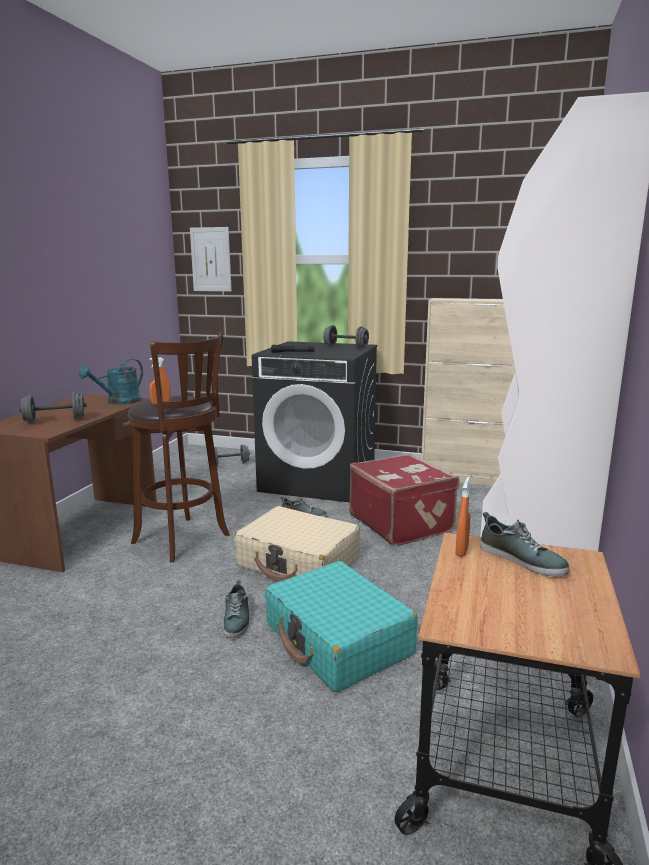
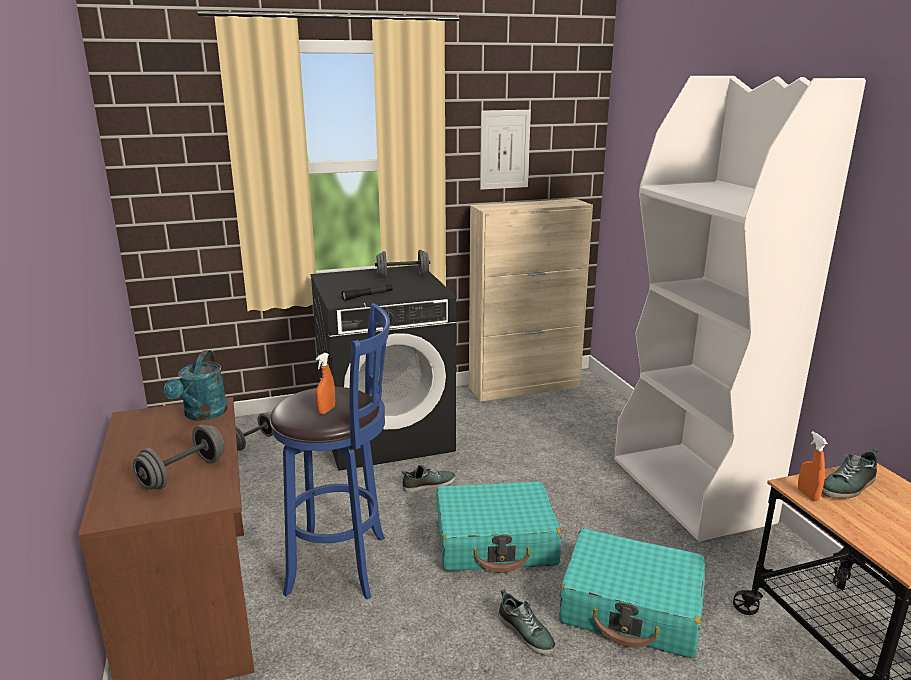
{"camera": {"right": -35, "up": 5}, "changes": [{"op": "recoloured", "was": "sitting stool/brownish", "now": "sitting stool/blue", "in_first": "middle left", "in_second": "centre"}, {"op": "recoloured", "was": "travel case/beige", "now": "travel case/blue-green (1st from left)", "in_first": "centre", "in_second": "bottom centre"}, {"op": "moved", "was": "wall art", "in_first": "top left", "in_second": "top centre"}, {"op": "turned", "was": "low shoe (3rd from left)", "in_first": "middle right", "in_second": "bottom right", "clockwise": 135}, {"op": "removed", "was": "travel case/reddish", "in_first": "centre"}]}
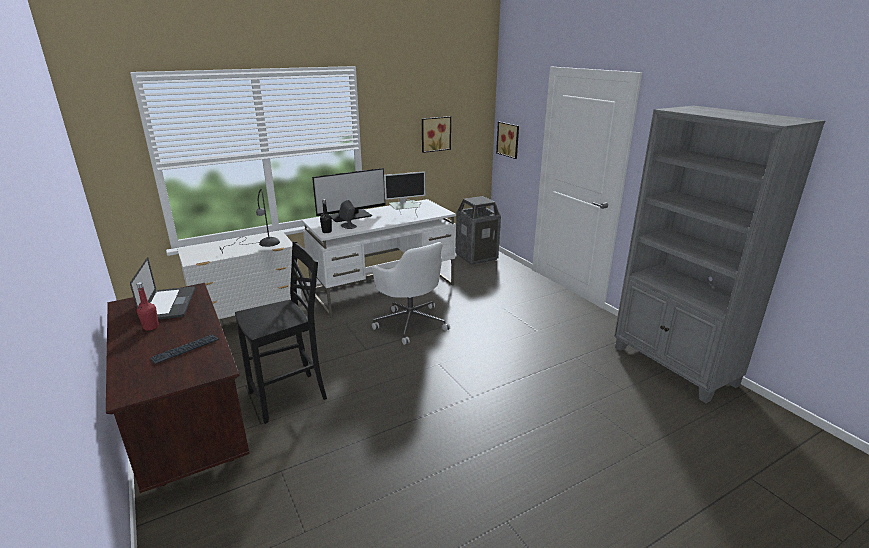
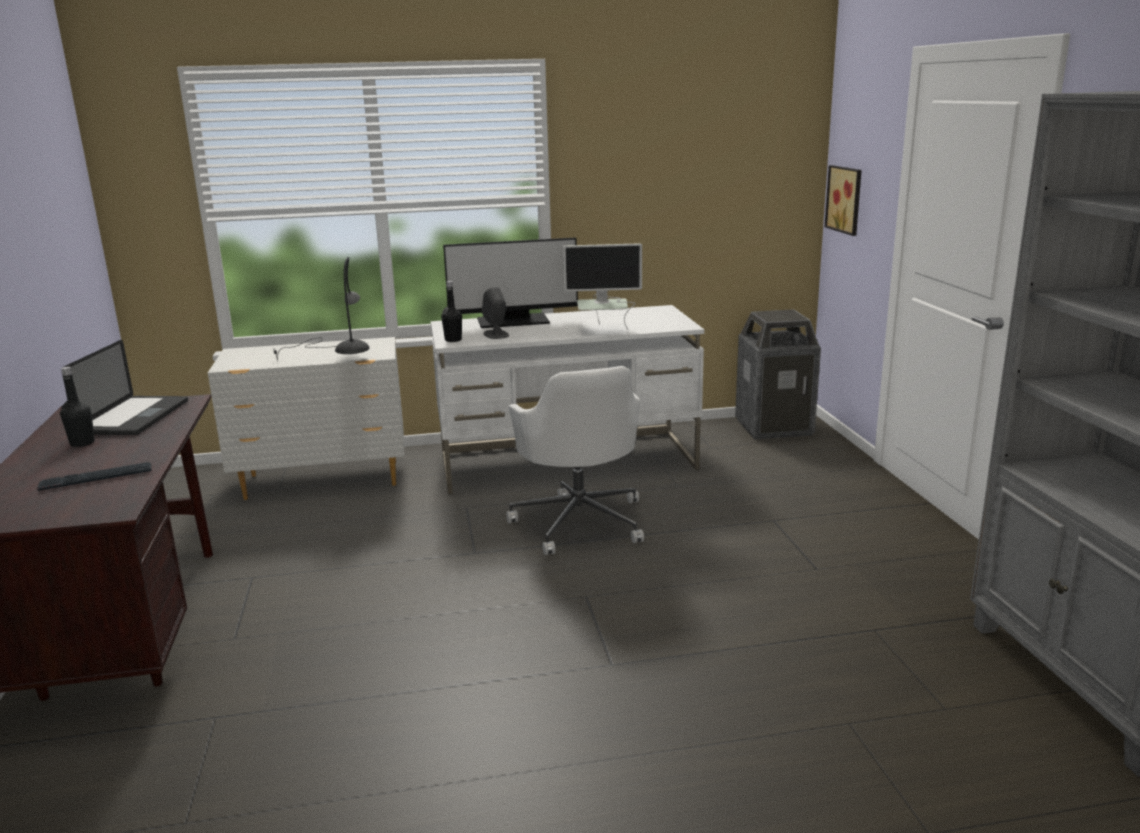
{"camera": {"right": 20, "up": -5}, "changes": [{"op": "recoloured", "was": "drink bottle/reddish", "now": "drink bottle/blackish (1st from left)", "in_first": "middle left", "in_second": "middle left"}, {"op": "removed", "was": "chair/blackish", "in_first": "middle left"}, {"op": "removed", "was": "wall art (1st from left)", "in_first": "top centre"}]}
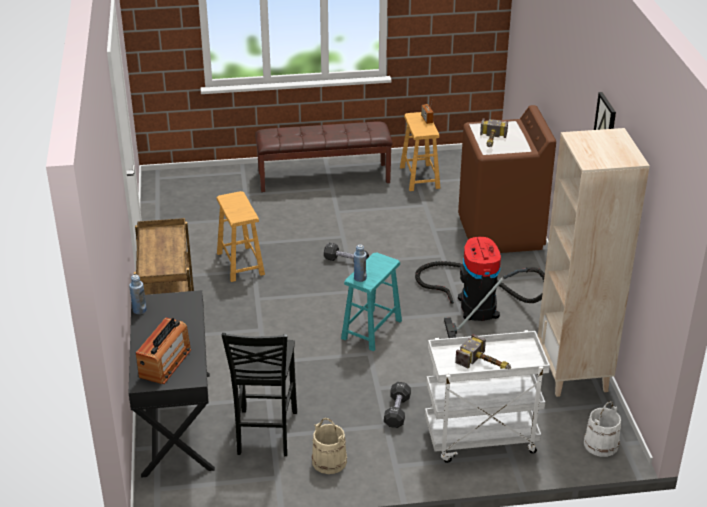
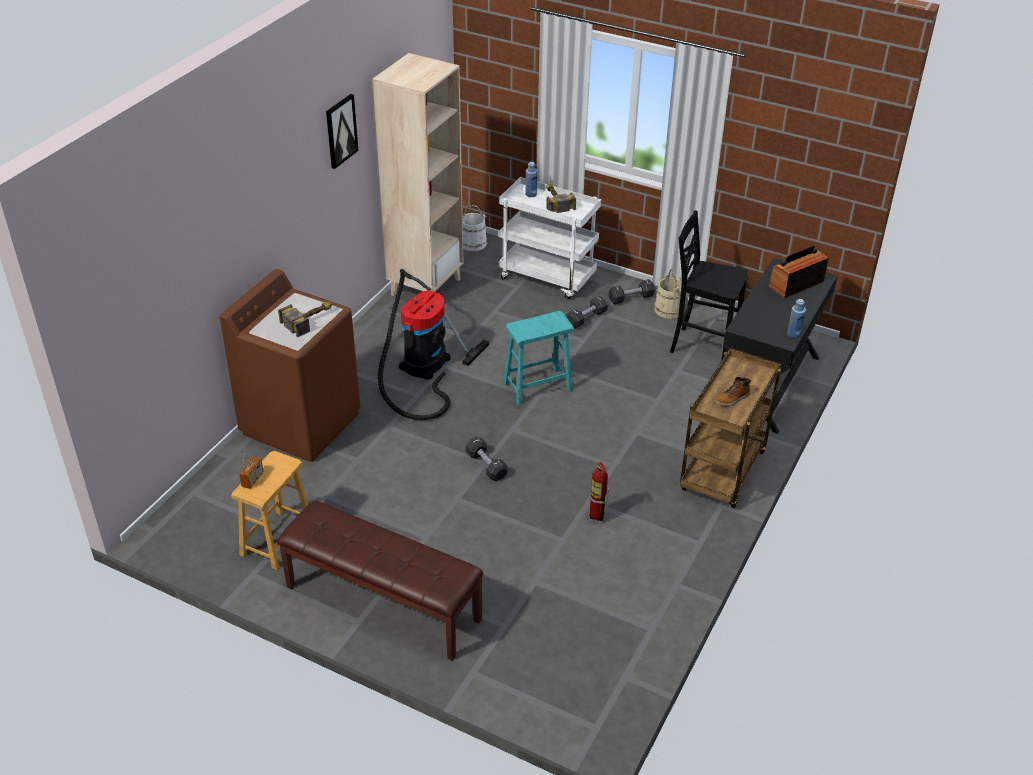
{"camera": {"right": -145, "up": 5}, "changes": [{"op": "moved", "was": "drink bottle/blue (2nd from left in the first image)", "now": "drink bottle/blue (1st from left)", "in_first": "centre", "in_second": "top centre"}, {"op": "replaced", "was": "sitting stool/brownish (1st from left)", "now": "fire extinguisher", "in_first": "centre", "in_second": "centre"}, {"op": "added", "now": "hand weight/blackish (3rd from left)", "in_second": "centre"}, {"op": "turned", "was": "chair/blackish", "in_first": "bottom centre", "in_second": "middle right", "clockwise": -105}, {"op": "added", "now": "boot", "in_second": "middle right"}]}
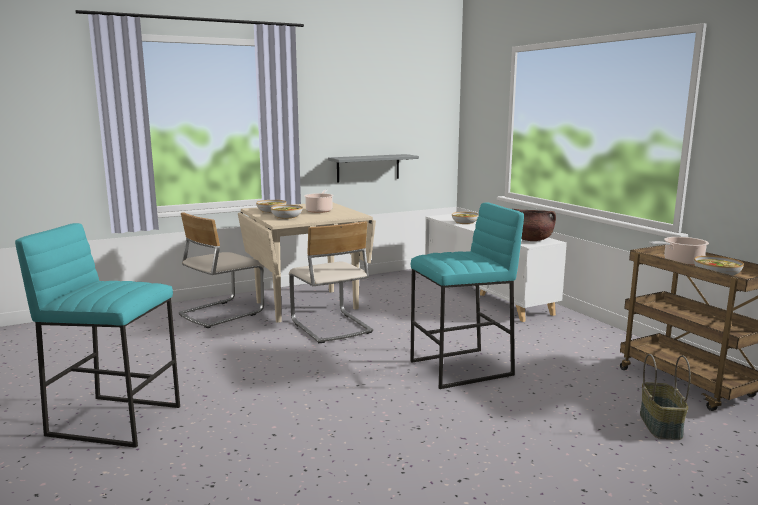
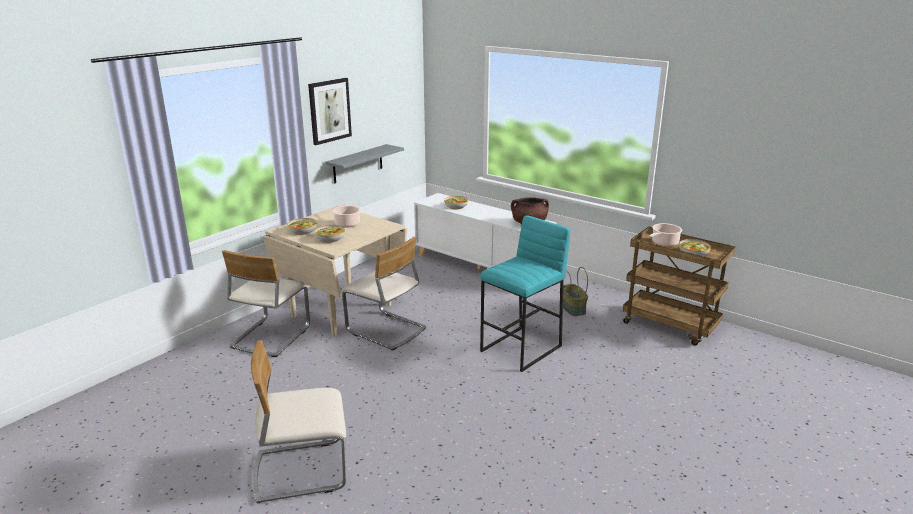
{"camera": {"right": -25, "up": 10}, "changes": [{"op": "replaced", "was": "sitting stool/blue-green (1st from left)", "now": "chair/beige (2nd from left)", "in_first": "middle left", "in_second": "bottom left"}, {"op": "added", "now": "wall art", "in_second": "top centre"}, {"op": "moved", "was": "basket", "in_first": "bottom right", "in_second": "centre"}]}
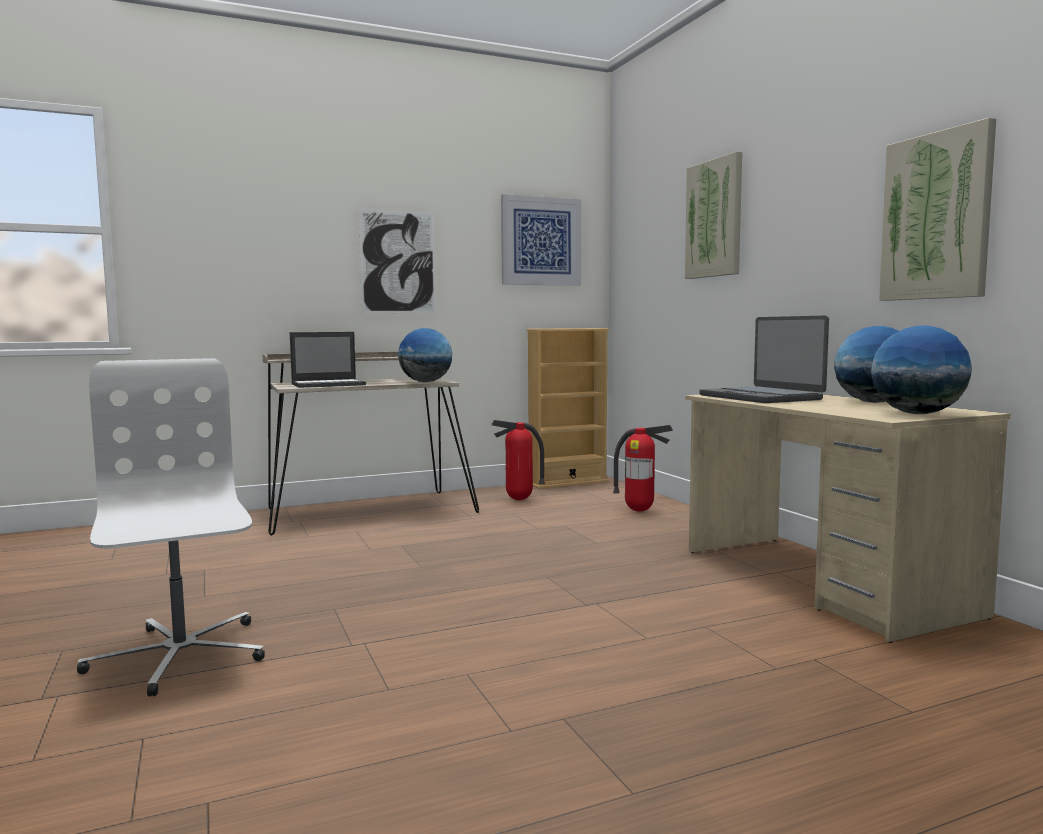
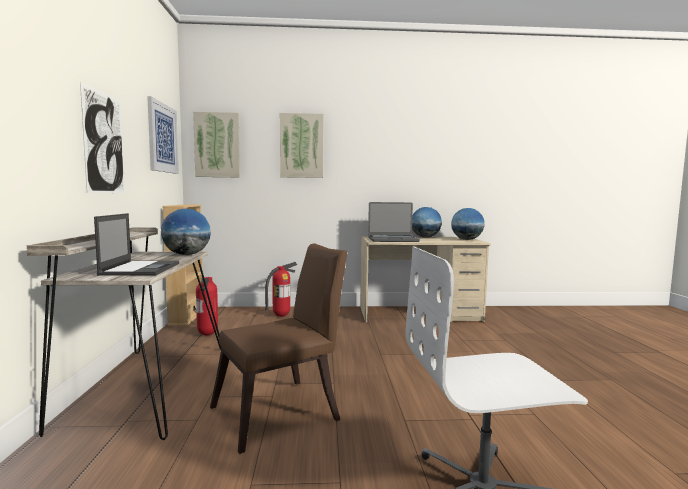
{"camera": {"right": -70, "up": 0}, "changes": [{"op": "moved", "was": "wall art (4th from left in the first image)", "now": "wall art (3rd from left)", "in_first": "top right", "in_second": "top left"}, {"op": "added", "now": "chair/brownish", "in_second": "bottom centre"}]}
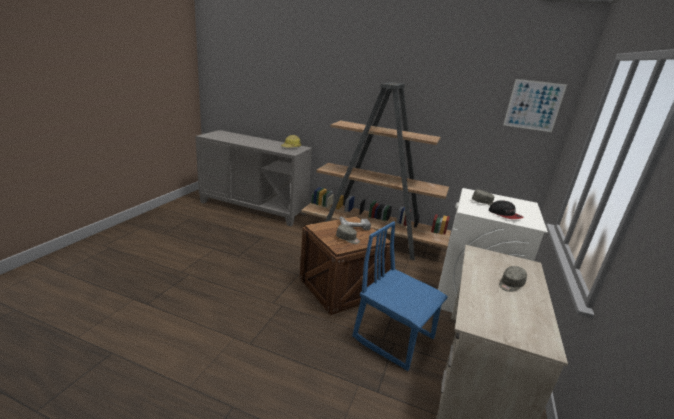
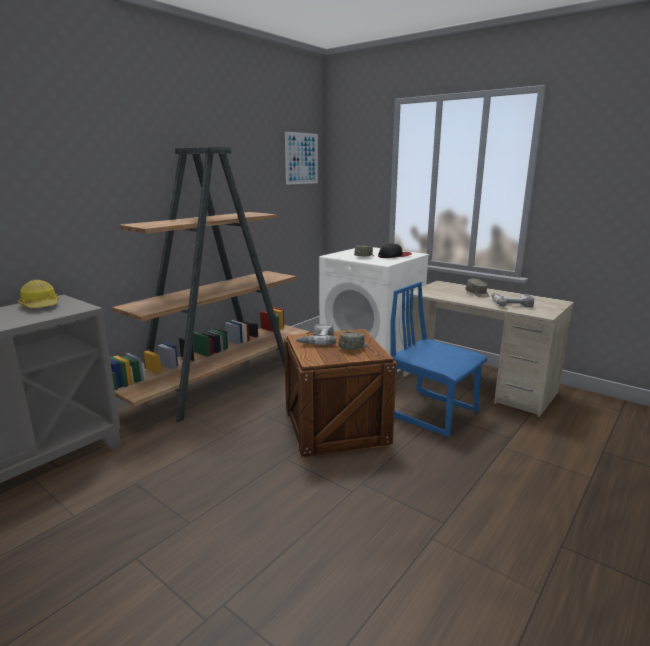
{"camera": {"right": -70, "up": -5}, "changes": [{"op": "turned", "was": "chair/blue", "in_first": "bottom centre", "in_second": "middle right", "clockwise": 75}, {"op": "added", "now": "electric drill (2nd from left)", "in_second": "middle right"}]}
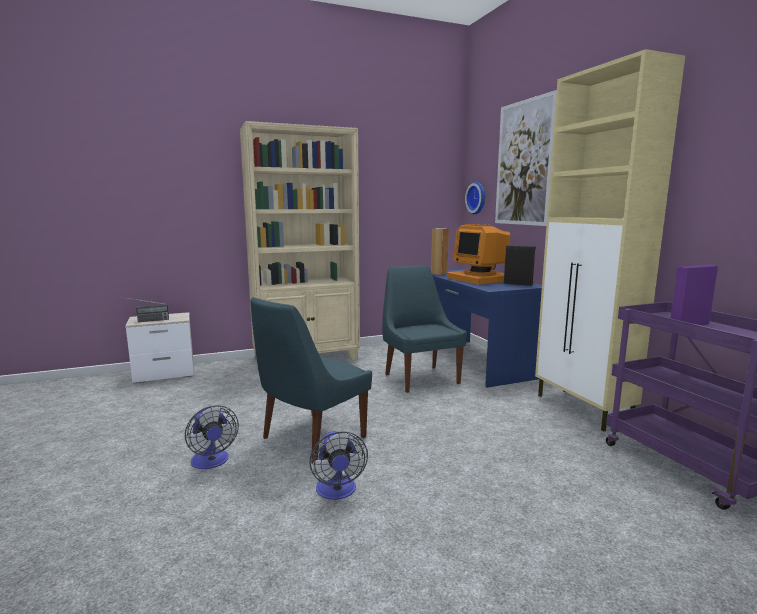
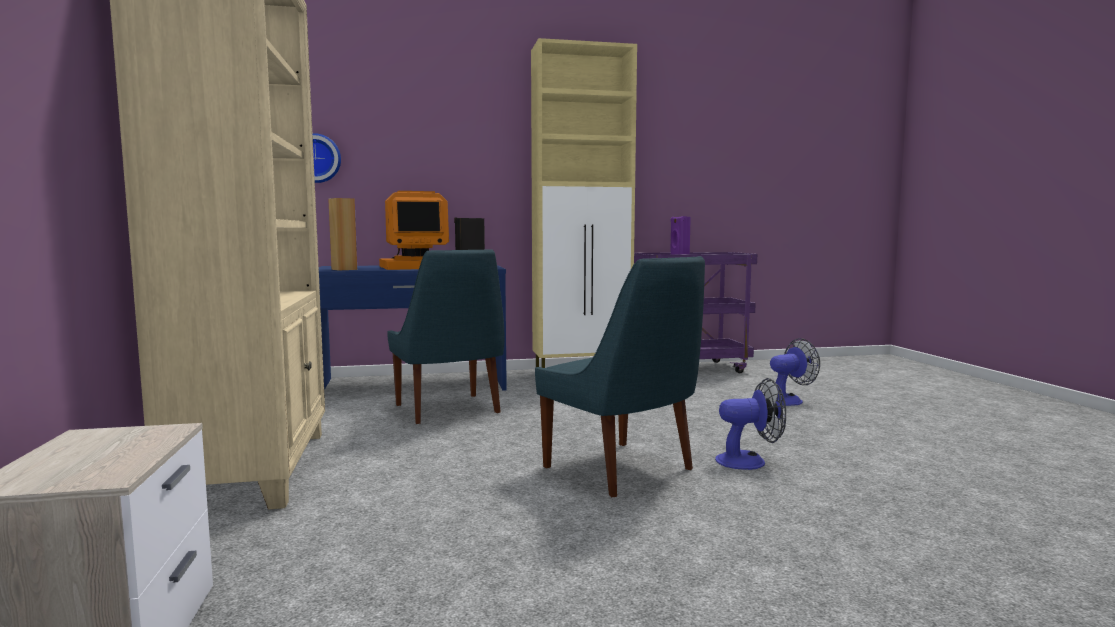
{"camera": {"right": -80, "up": -5}, "changes": [{"op": "turned", "was": "chair/blue (2nd from left in the first image)", "in_first": "centre", "in_second": "centre", "clockwise": -105}, {"op": "moved", "was": "fan (1st from left in the first image)", "now": "fan (2nd from left)", "in_first": "bottom left", "in_second": "middle right"}, {"op": "removed", "was": "radio", "in_first": "middle left"}, {"op": "removed", "was": "wall art", "in_first": "top right"}]}
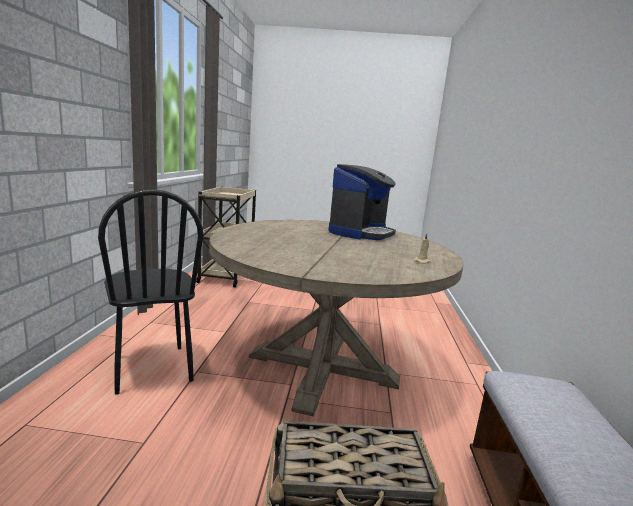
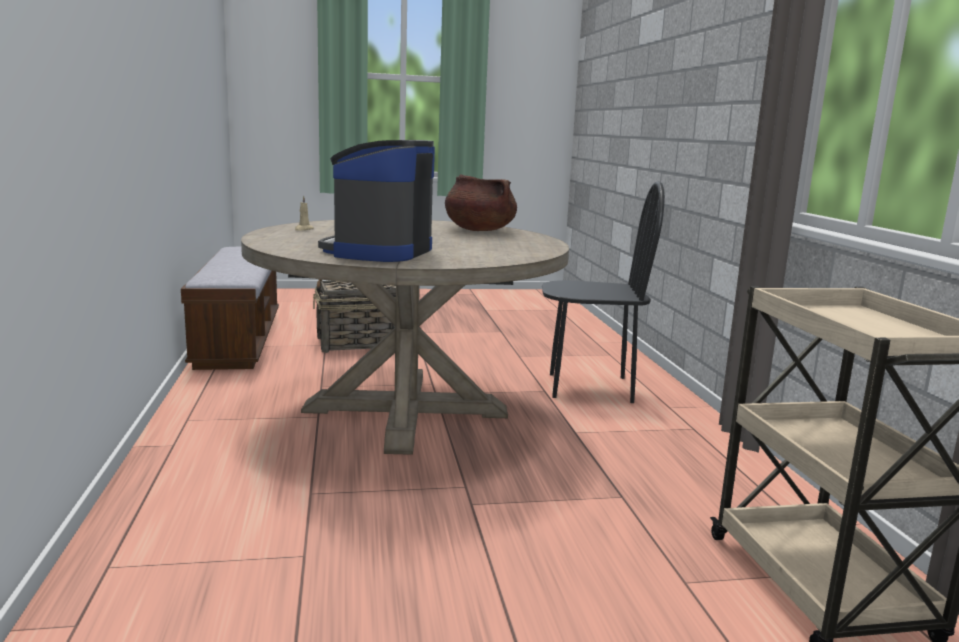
{"camera": {"right": 165, "up": 0}, "changes": [{"op": "added", "now": "stockpot/brownish", "in_second": "top centre"}, {"op": "turned", "was": "chair/blackish", "in_first": "middle left", "in_second": "centre", "clockwise": 135}]}
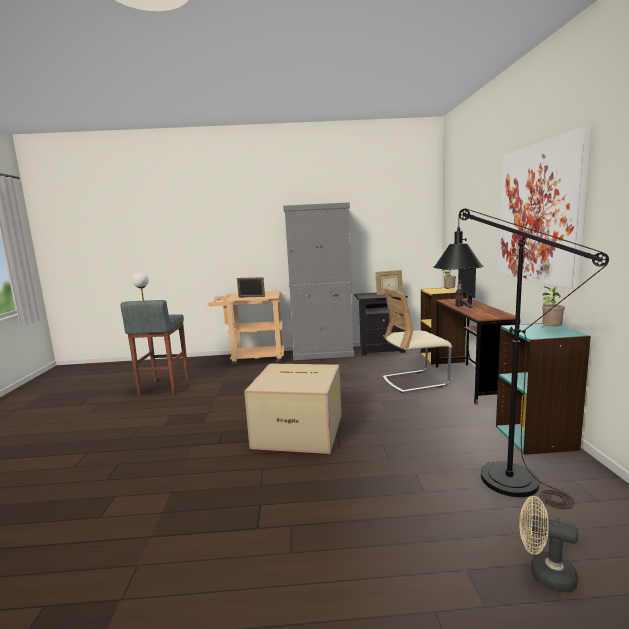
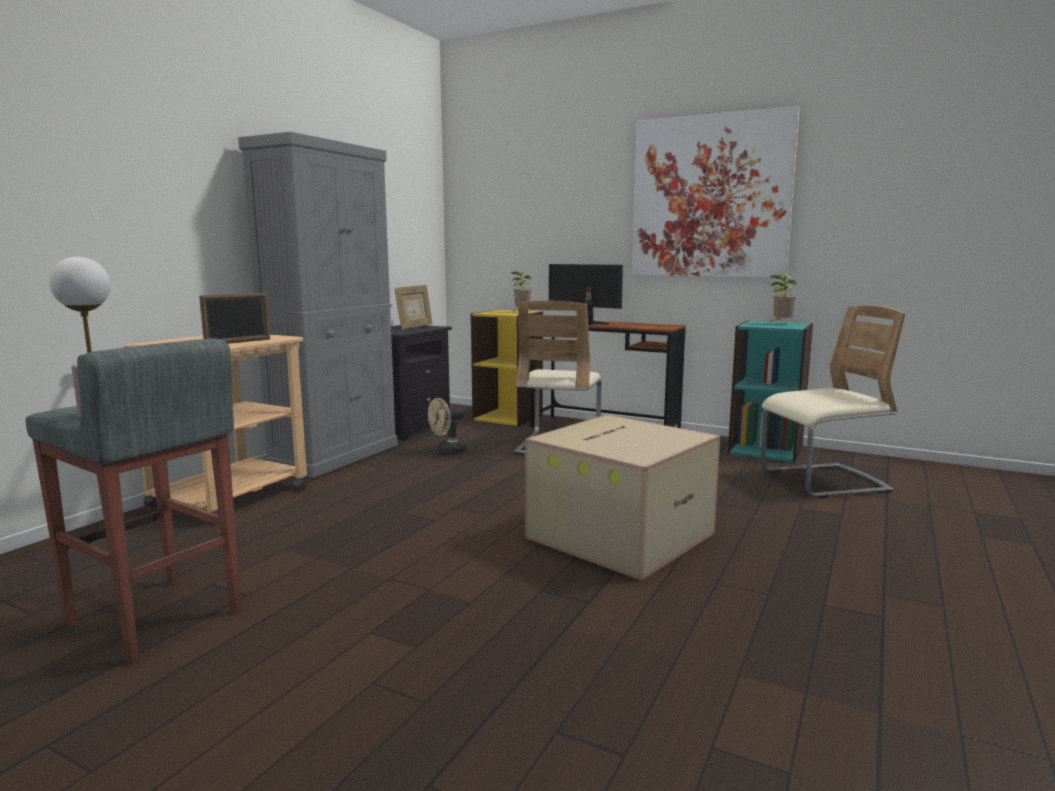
{"camera": {"right": -60, "up": 0}, "changes": [{"op": "moved", "was": "fan/beige", "in_first": "bottom right", "in_second": "centre"}, {"op": "replaced", "was": "standing lamp/blackish", "now": "chair/beige (2nd from left)", "in_first": "middle right", "in_second": "middle right"}]}
